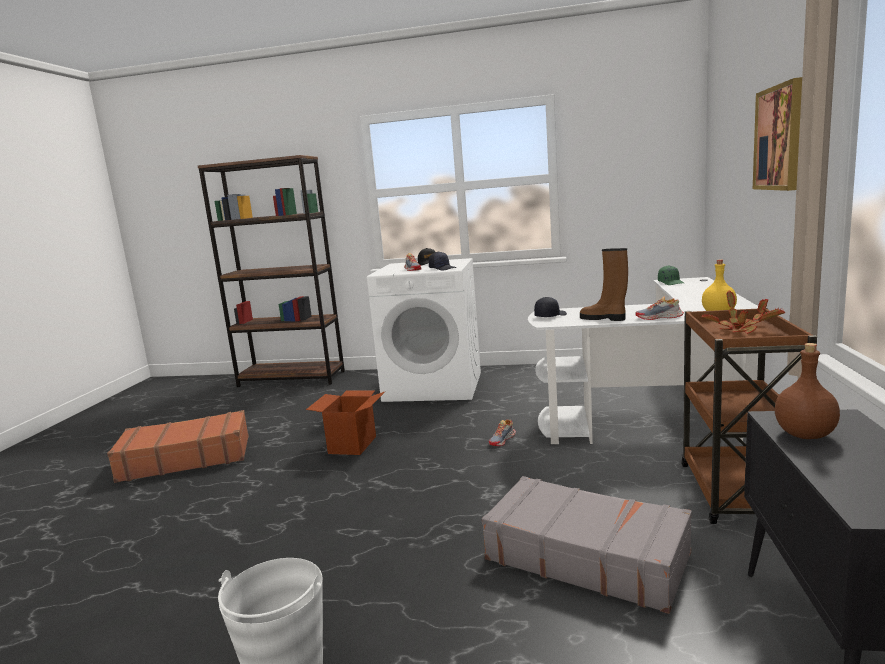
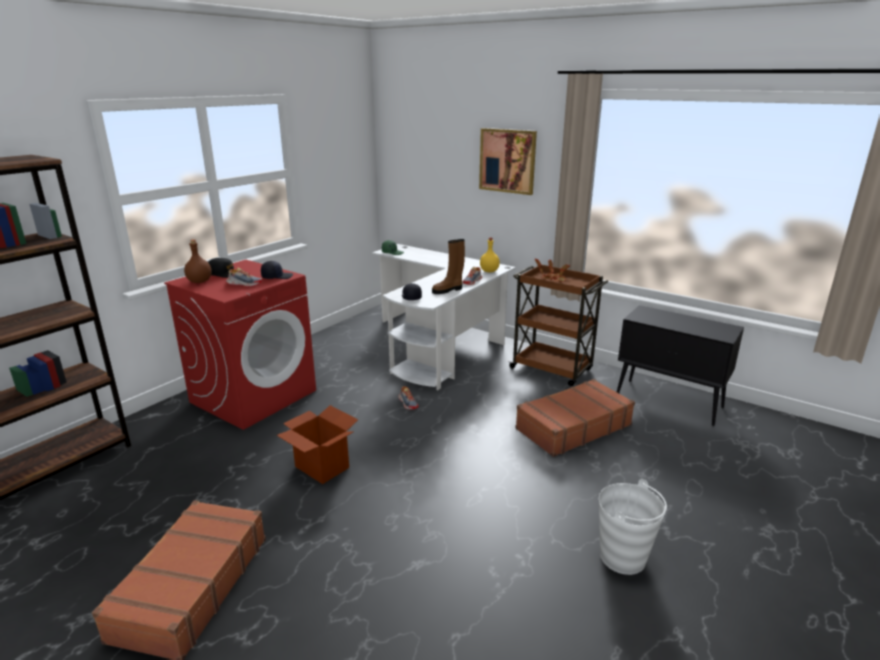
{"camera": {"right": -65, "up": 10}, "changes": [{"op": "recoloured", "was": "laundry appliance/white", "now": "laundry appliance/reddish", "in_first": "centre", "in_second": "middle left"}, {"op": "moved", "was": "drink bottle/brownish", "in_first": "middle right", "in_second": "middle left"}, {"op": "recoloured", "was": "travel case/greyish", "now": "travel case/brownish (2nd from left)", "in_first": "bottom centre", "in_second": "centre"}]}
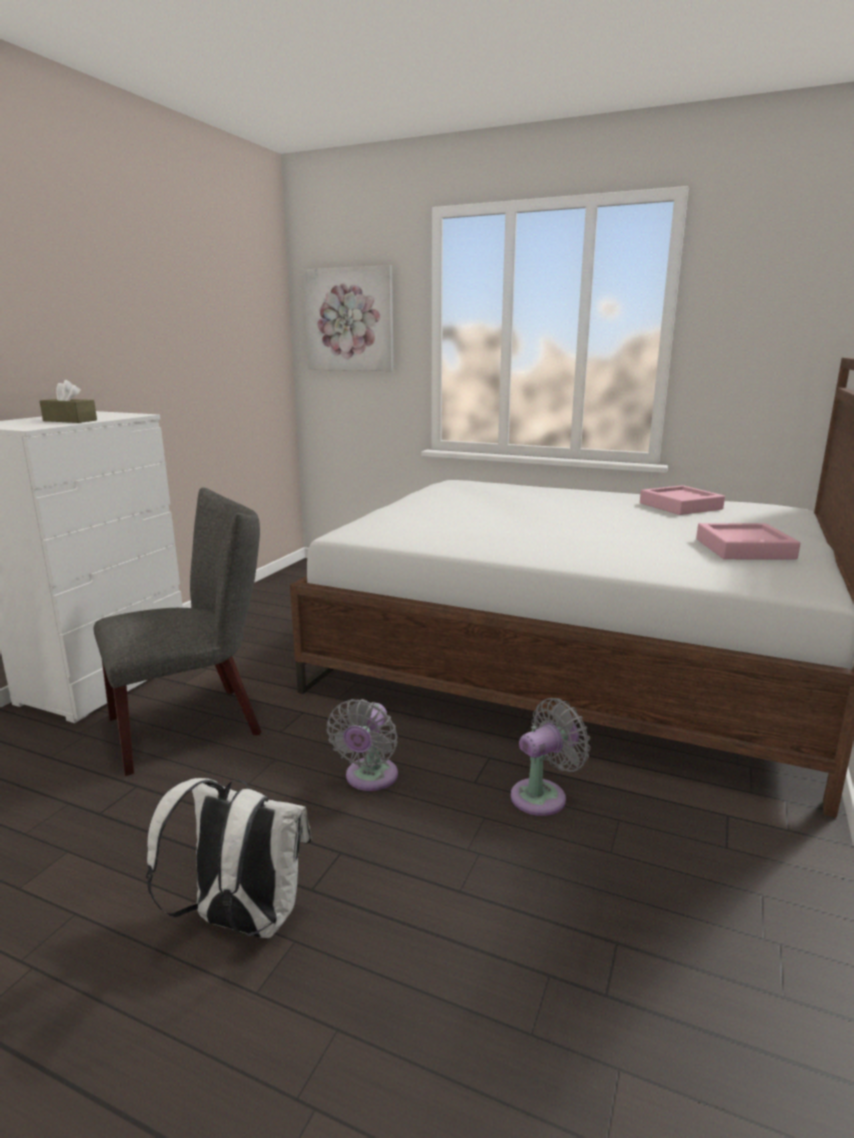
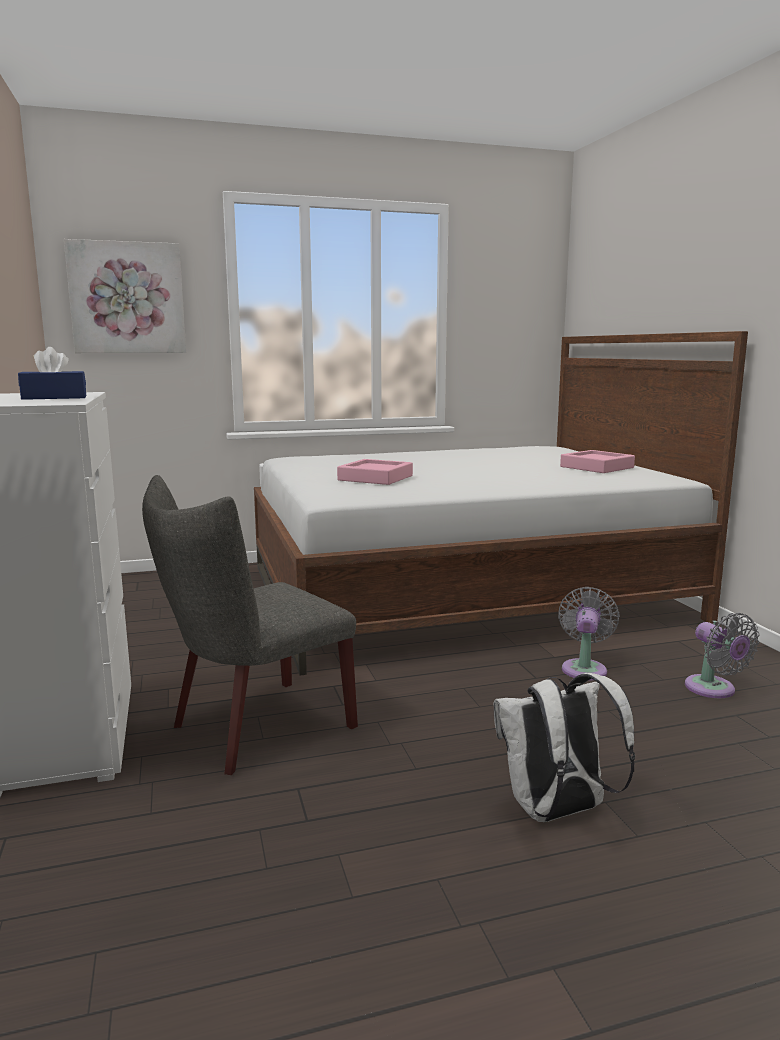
{"camera": {"right": -40, "up": -5}, "changes": [{"op": "recoloured", "was": "tissue box/brownish", "now": "tissue box/blue", "in_first": "middle left", "in_second": "middle left"}, {"op": "turned", "was": "chair/greyish", "in_first": "middle left", "in_second": "middle left", "clockwise": -150}, {"op": "moved", "was": "serving tray/pink-coloured (1st from left)", "in_first": "middle right", "in_second": "centre"}, {"op": "moved", "was": "fan/greyish (1st from left in the first image)", "now": "fan/greyish (2nd from left)", "in_first": "centre", "in_second": "middle right"}]}
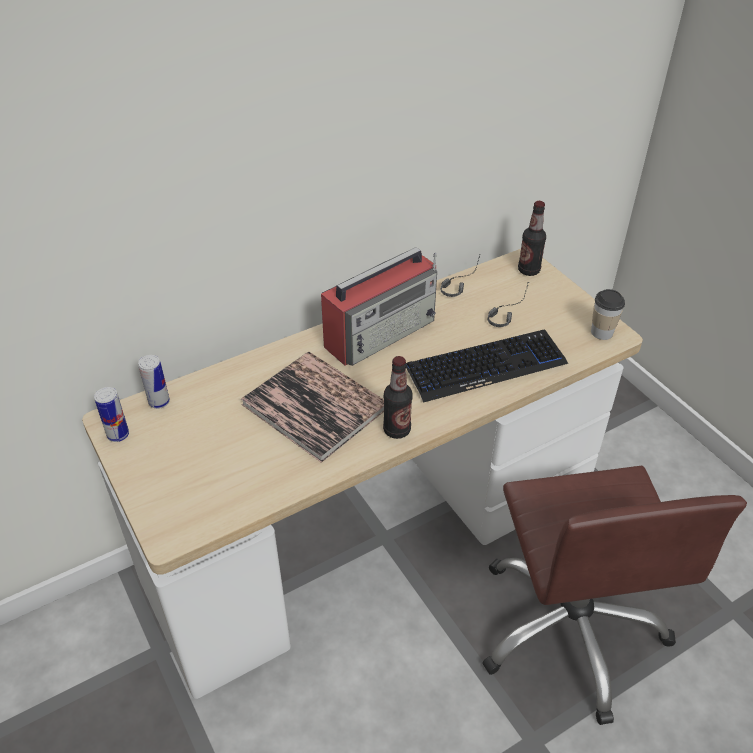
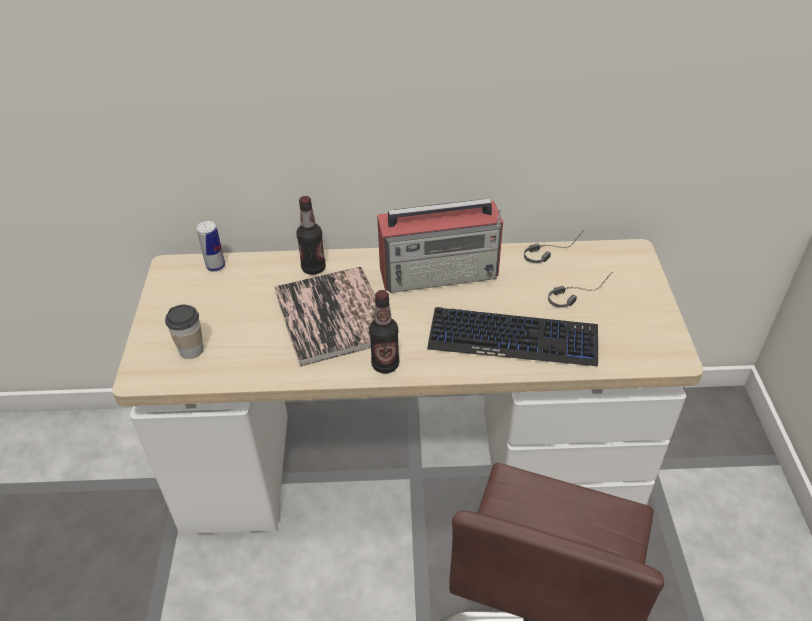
{"camera": {"right": 30, "up": 0}, "changes": [{"op": "moved", "was": "drinking cup", "in_first": "middle right", "in_second": "middle left"}, {"op": "moved", "was": "drink bottle (2nd from left in the first image)", "now": "drink bottle (1st from left)", "in_first": "top right", "in_second": "centre"}, {"op": "removed", "was": "can (1st from left)", "in_first": "middle left"}]}
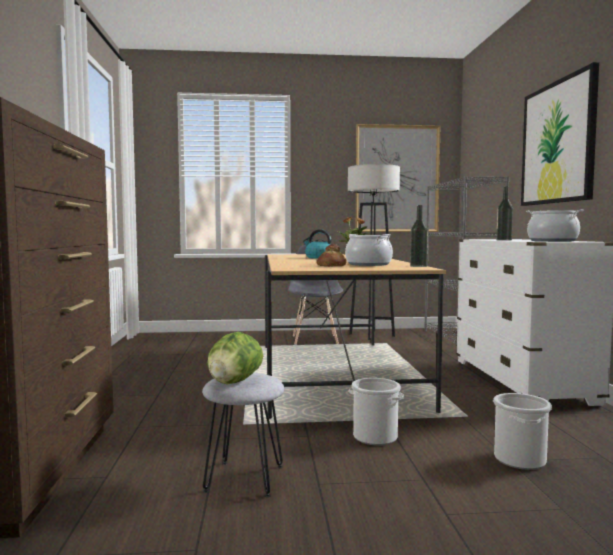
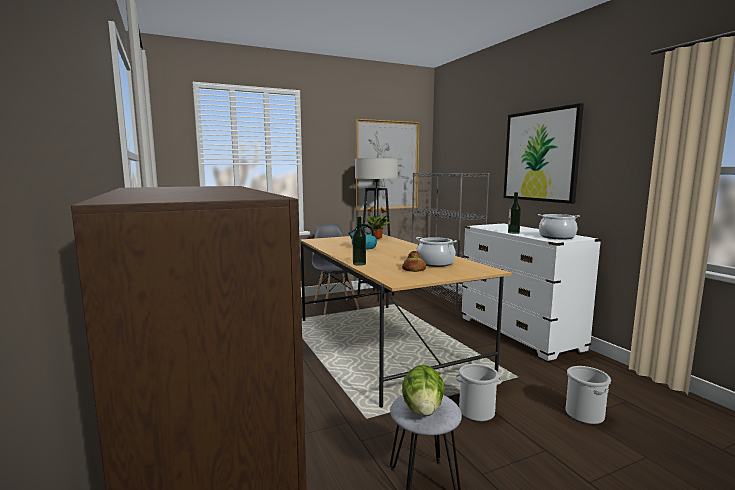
{"camera": {"right": -20, "up": 5}, "changes": [{"op": "moved", "was": "drink bottle (1st from left)", "in_first": "middle right", "in_second": "centre"}]}
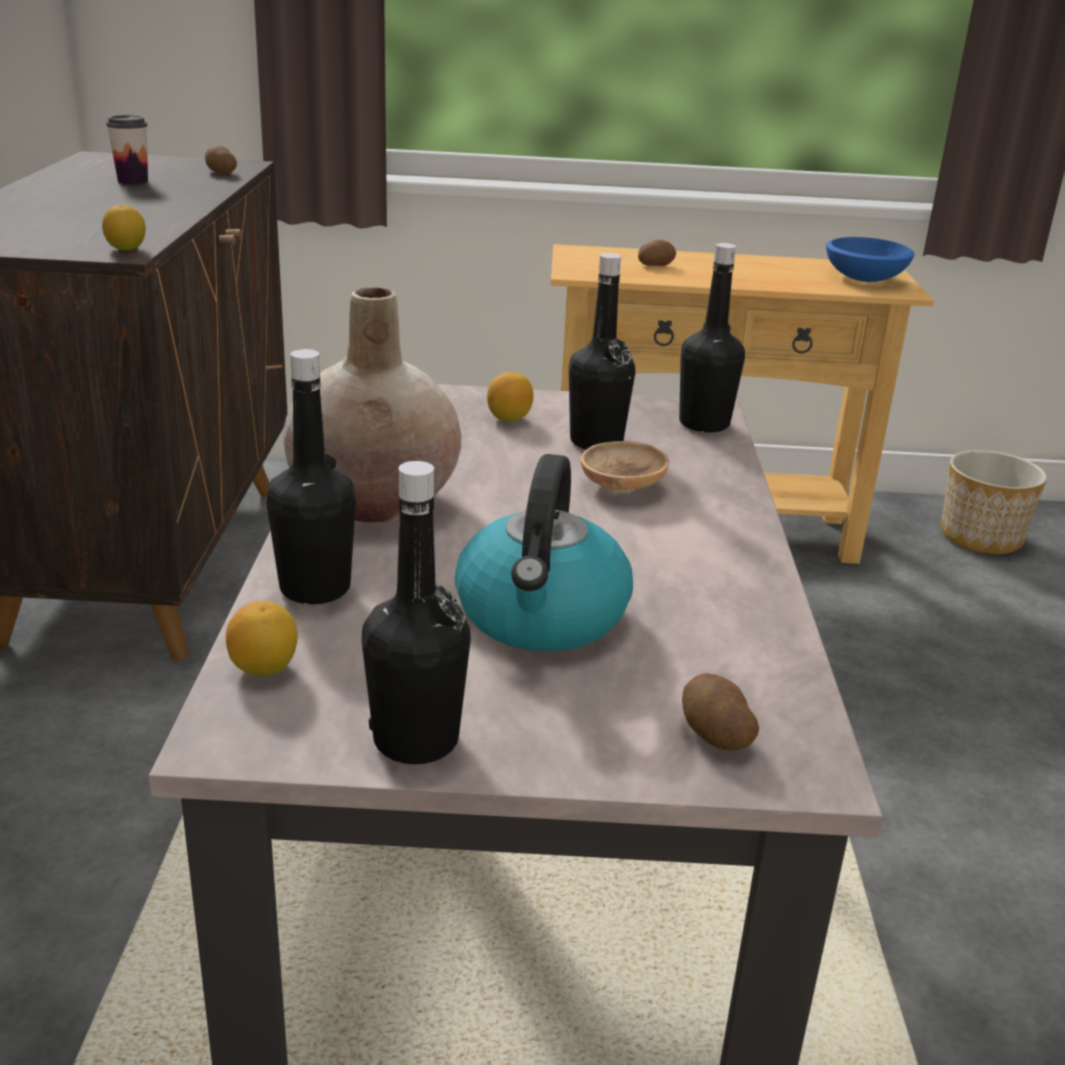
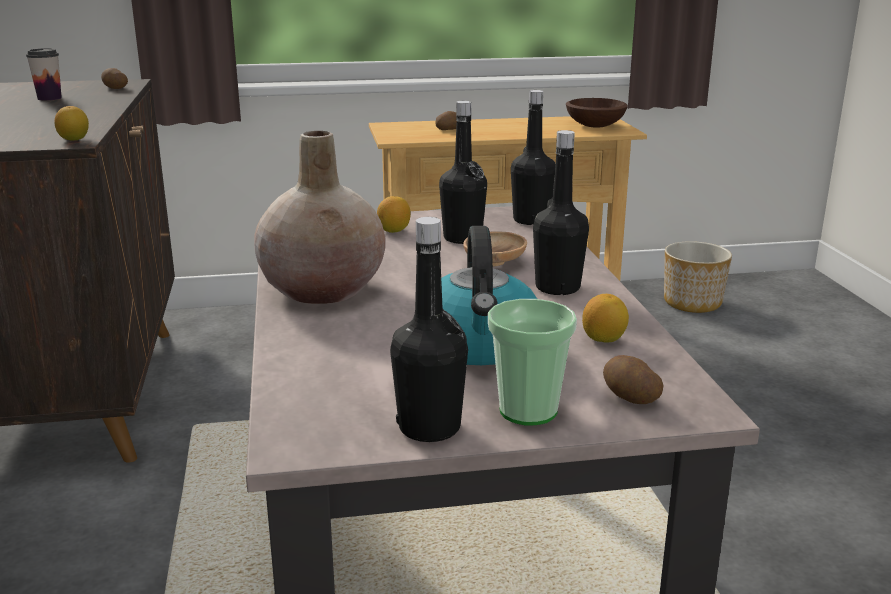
{"camera": {"right": -10, "up": -5}, "changes": [{"op": "added", "now": "drinking cup (2nd from left)", "in_second": "centre"}, {"op": "moved", "was": "drink bottle/blackish (1st from left in the first image)", "now": "drink bottle/blackish (4th from left)", "in_first": "middle left", "in_second": "centre"}, {"op": "recoloured", "was": "serving bowl/blue", "now": "serving bowl/brownish (2nd from left)", "in_first": "top right", "in_second": "top right"}, {"op": "moved", "was": "lemon (2nd from left in the first image)", "now": "lemon (3rd from left)", "in_first": "middle left", "in_second": "middle right"}]}
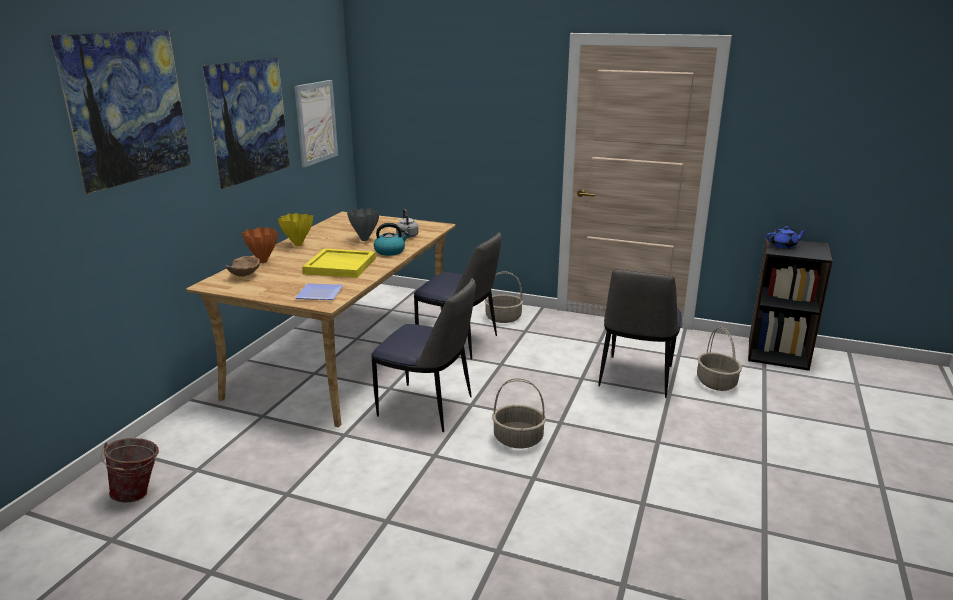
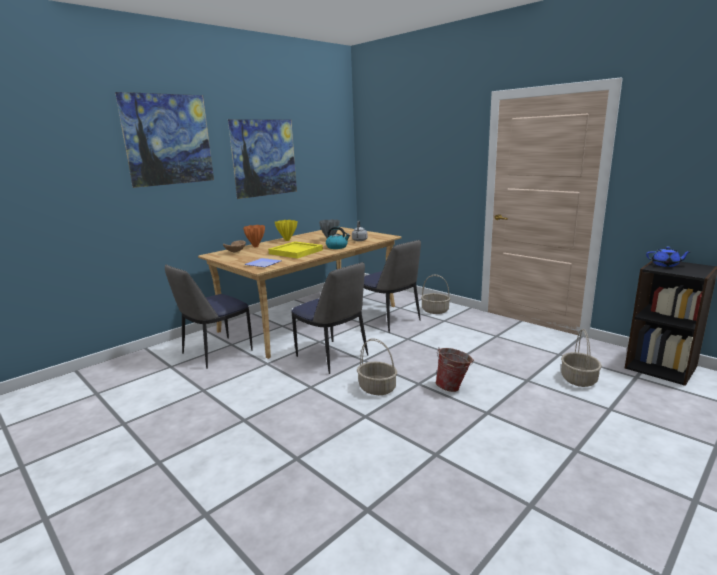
{"camera": {"right": 25, "up": -5}, "changes": [{"op": "moved", "was": "chair (3rd from left in the first image)", "now": "chair (1st from left)", "in_first": "middle right", "in_second": "middle left"}, {"op": "moved", "was": "bucket", "in_first": "bottom left", "in_second": "centre"}, {"op": "removed", "was": "wall art (3rd from left)", "in_first": "top left"}]}
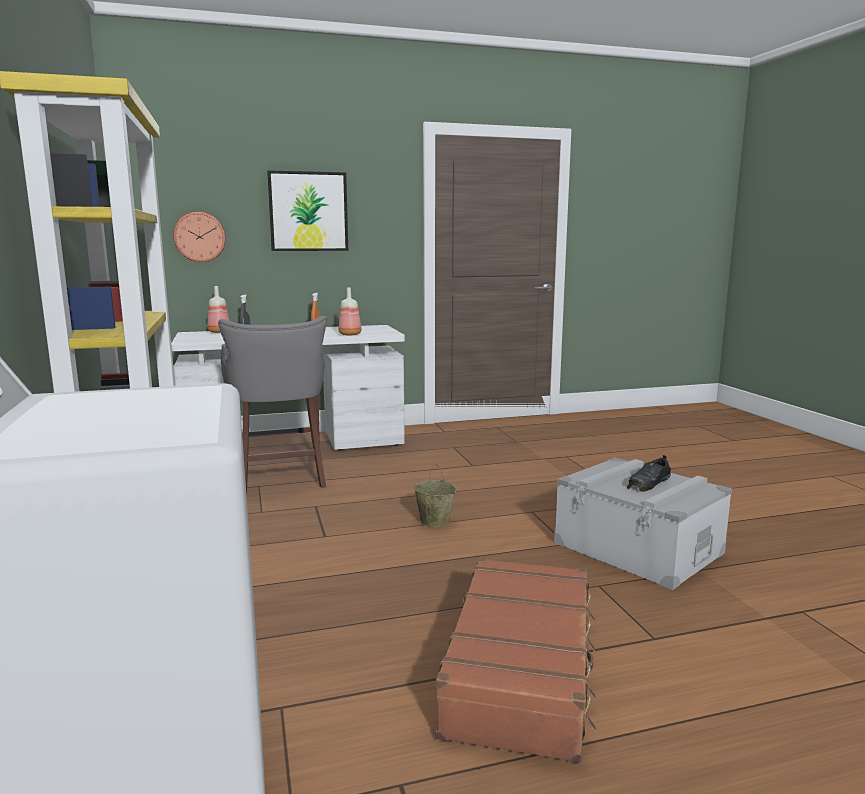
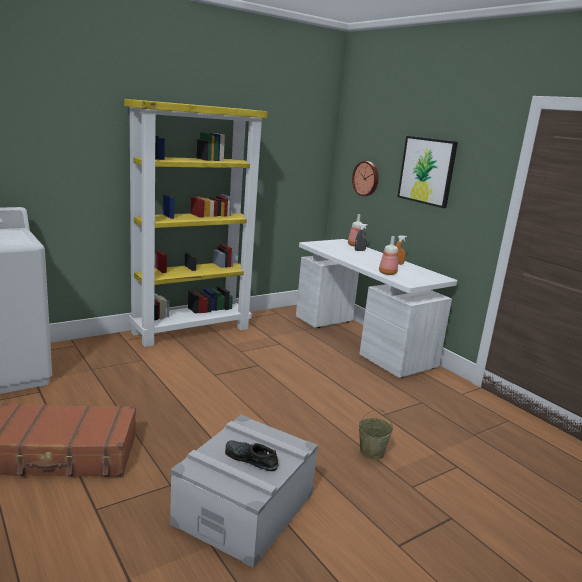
{"camera": {"right": 70, "up": 5}, "changes": [{"op": "moved", "was": "bucket/beige", "in_first": "centre", "in_second": "bottom centre"}, {"op": "removed", "was": "sitting stool/greyish", "in_first": "middle left"}]}
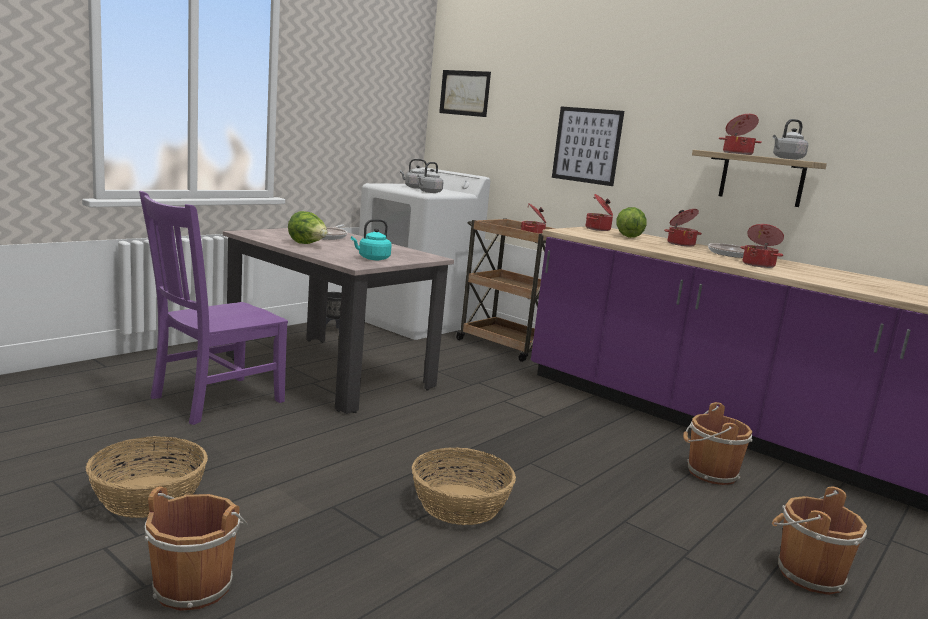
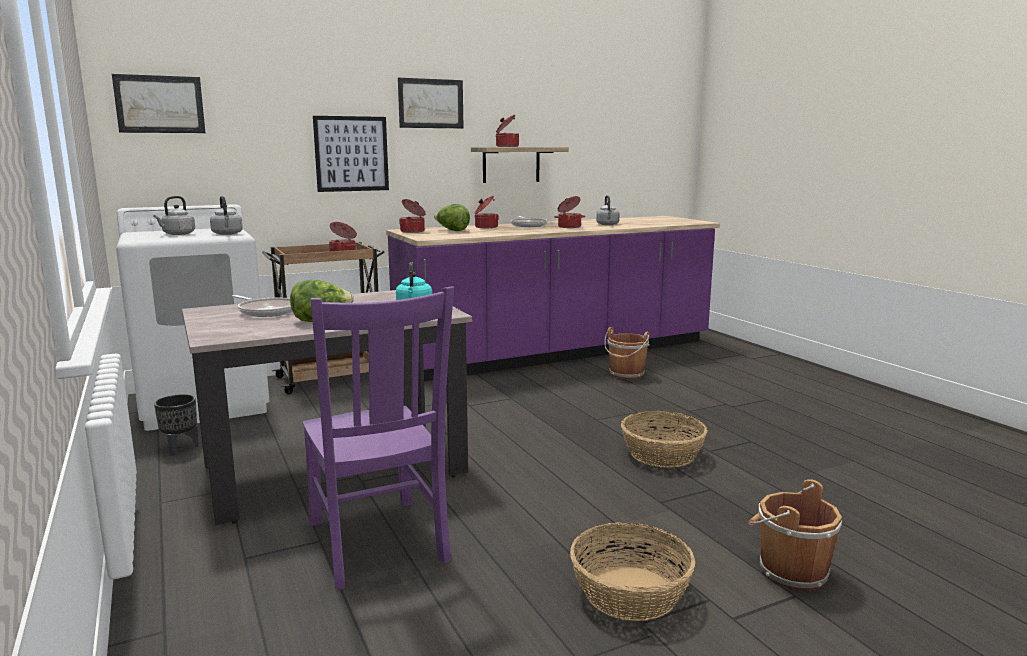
{"camera": {"right": -65, "up": 0}, "changes": [{"op": "added", "now": "wall art (3rd from left)", "in_second": "top centre"}, {"op": "moved", "was": "water kettle/greyish (3rd from left)", "in_first": "top right", "in_second": "top centre"}, {"op": "removed", "was": "bucket/brownish (3rd from left)", "in_first": "bottom right"}]}
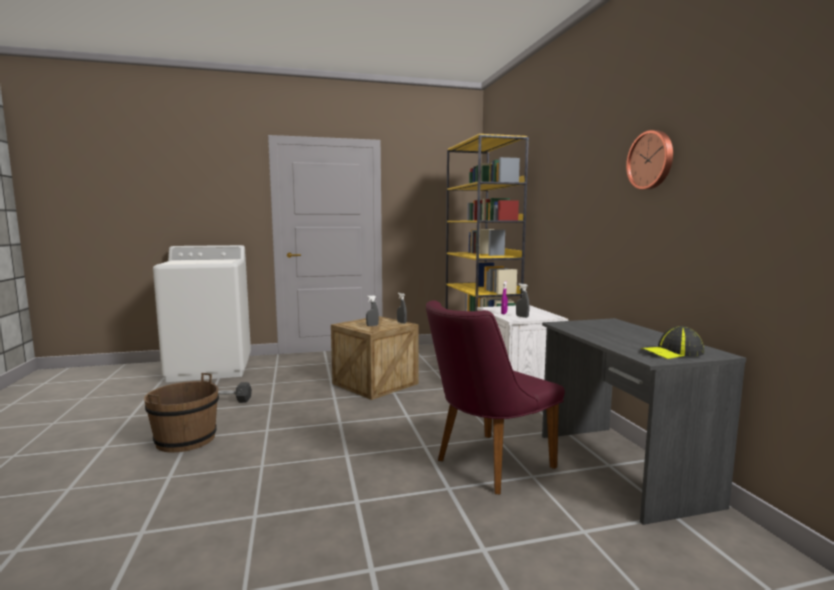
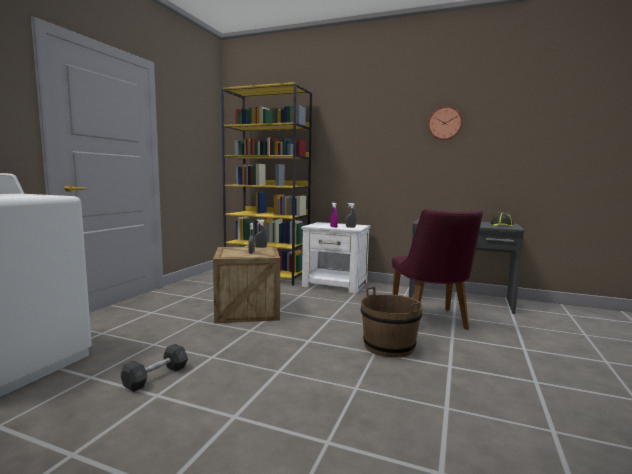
{"camera": {"right": -55, "up": 0}, "changes": [{"op": "moved", "was": "bucket/brownish", "in_first": "bottom left", "in_second": "bottom centre"}]}
